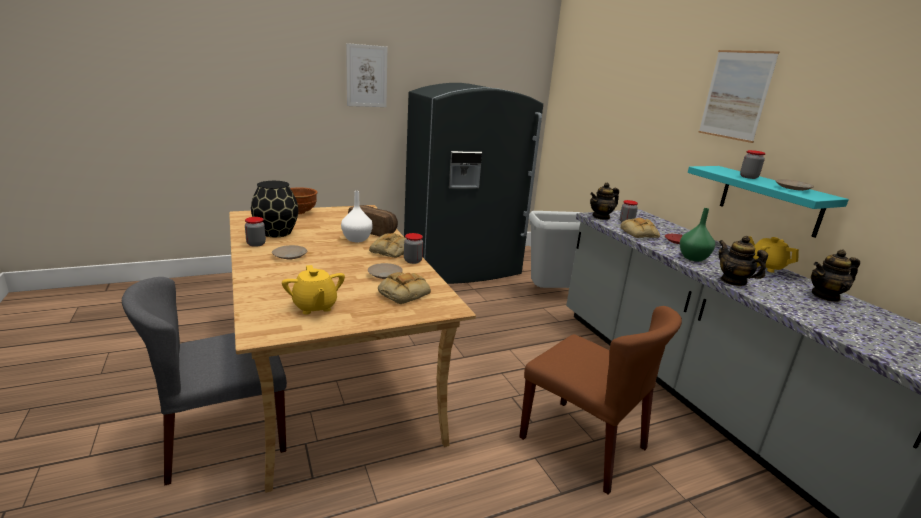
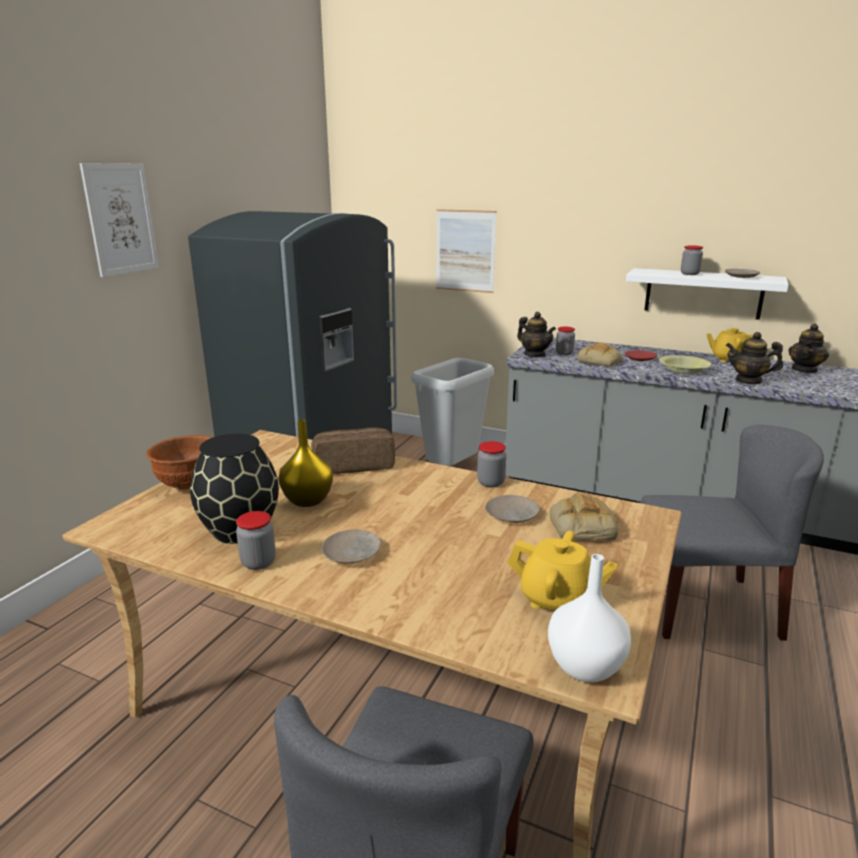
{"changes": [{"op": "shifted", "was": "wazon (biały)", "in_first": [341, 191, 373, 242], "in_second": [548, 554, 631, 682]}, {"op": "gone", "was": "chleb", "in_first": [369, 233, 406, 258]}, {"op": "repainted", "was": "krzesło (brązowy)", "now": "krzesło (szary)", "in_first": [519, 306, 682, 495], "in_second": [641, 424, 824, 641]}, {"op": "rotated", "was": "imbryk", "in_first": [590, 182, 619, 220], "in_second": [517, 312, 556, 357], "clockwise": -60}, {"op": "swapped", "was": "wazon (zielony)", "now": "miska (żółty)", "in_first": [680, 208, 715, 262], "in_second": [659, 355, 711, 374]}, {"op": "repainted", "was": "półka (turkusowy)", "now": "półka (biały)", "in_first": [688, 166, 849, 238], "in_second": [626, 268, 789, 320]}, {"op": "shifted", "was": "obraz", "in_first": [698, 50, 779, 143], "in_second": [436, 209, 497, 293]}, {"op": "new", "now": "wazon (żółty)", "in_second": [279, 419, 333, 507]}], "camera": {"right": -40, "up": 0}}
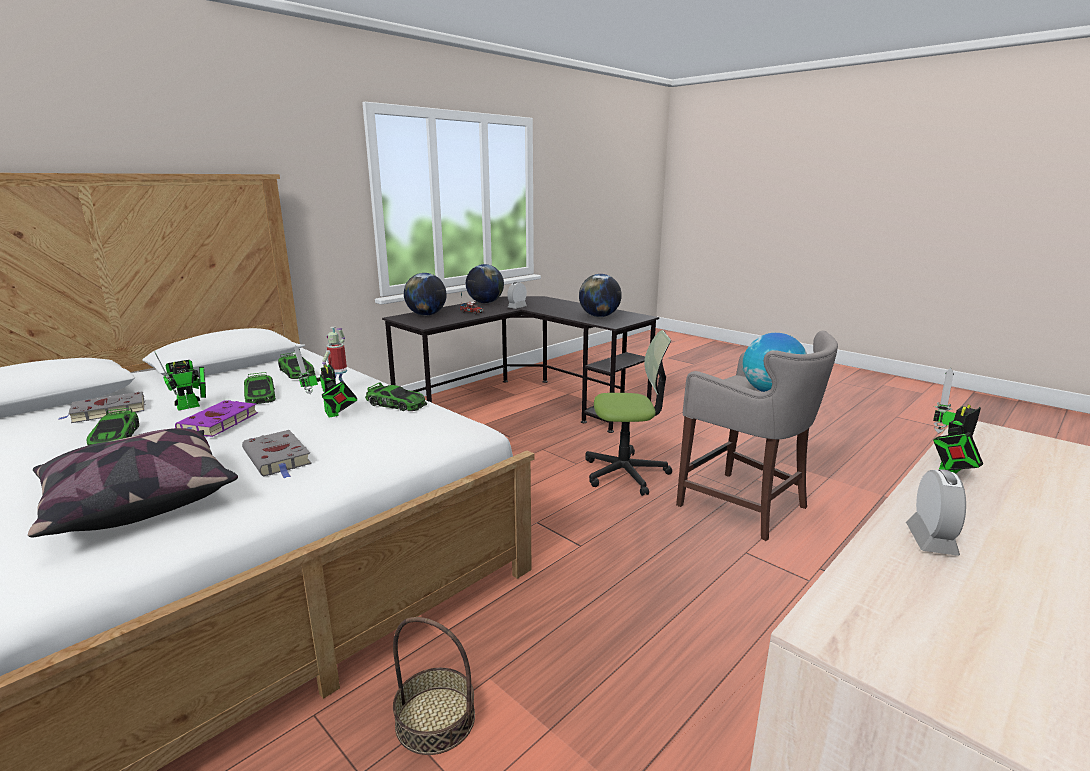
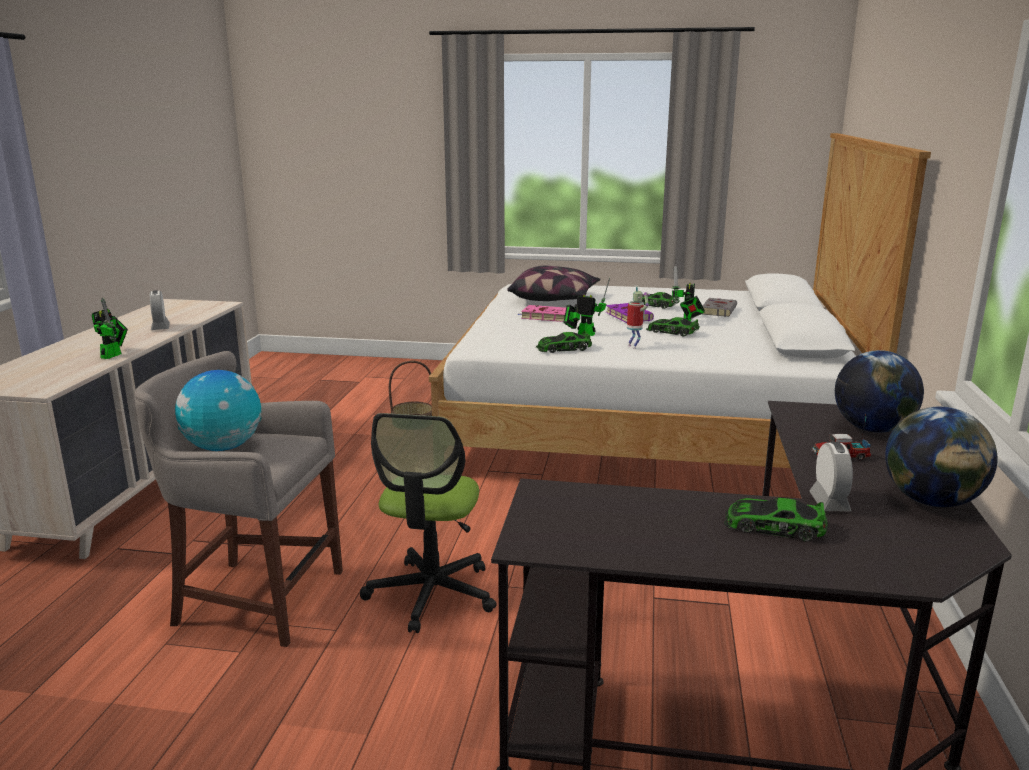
{"changes": [{"op": "repainted", "was": "książka (szary)", "now": "książka (różowy)", "in_first": [242, 430, 312, 479], "in_second": [518, 305, 566, 322]}, {"op": "shifted", "was": "samochodzik", "in_first": [278, 352, 316, 379], "in_second": [723, 498, 828, 542]}, {"op": "gone", "was": "globus", "in_first": [579, 274, 622, 317]}, {"op": "rotated", "was": "krzesło biurowe", "in_first": [585, 330, 672, 496], "in_second": [360, 413, 497, 633], "clockwise": -45}], "camera": {"right": 145, "up": 0}}
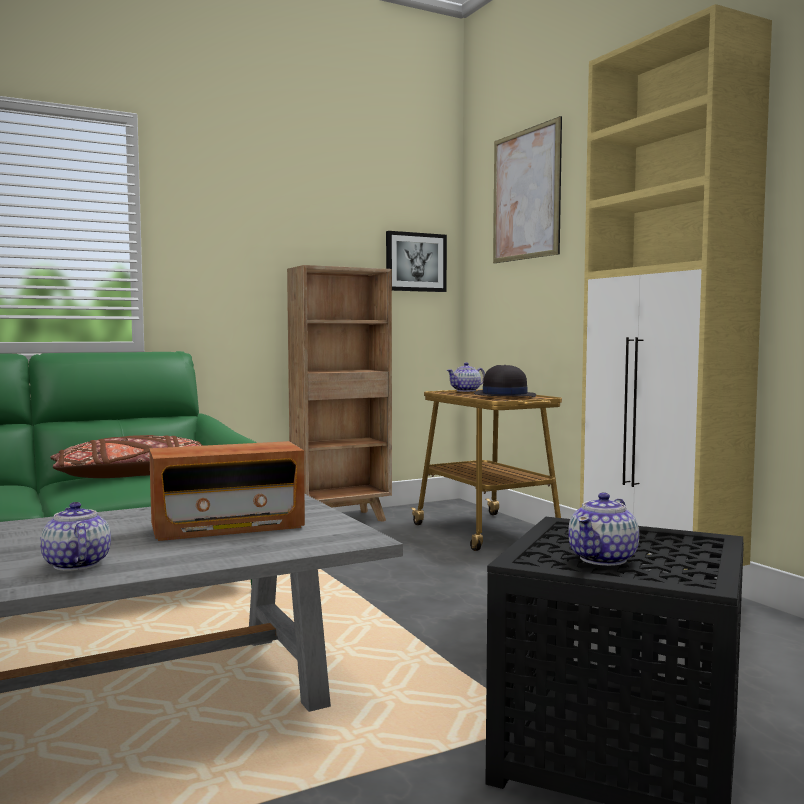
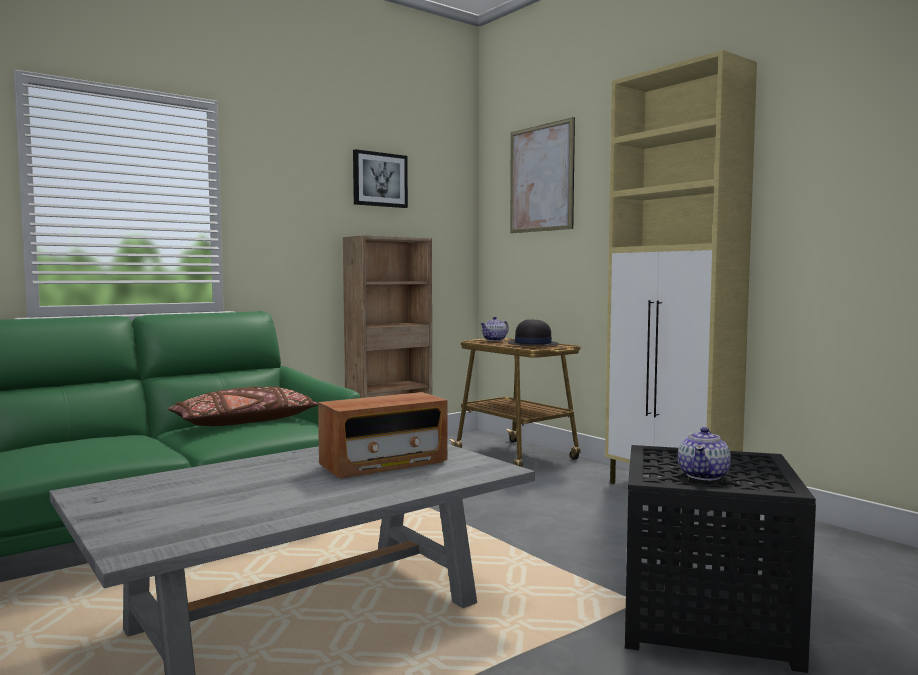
{"changes": [{"op": "gone", "was": "imbryk", "in_first": [40, 502, 111, 571]}, {"op": "shifted", "was": "obraz", "in_first": [386, 231, 447, 292], "in_second": [353, 149, 408, 208]}], "camera": {"right": -10, "up": 0}}
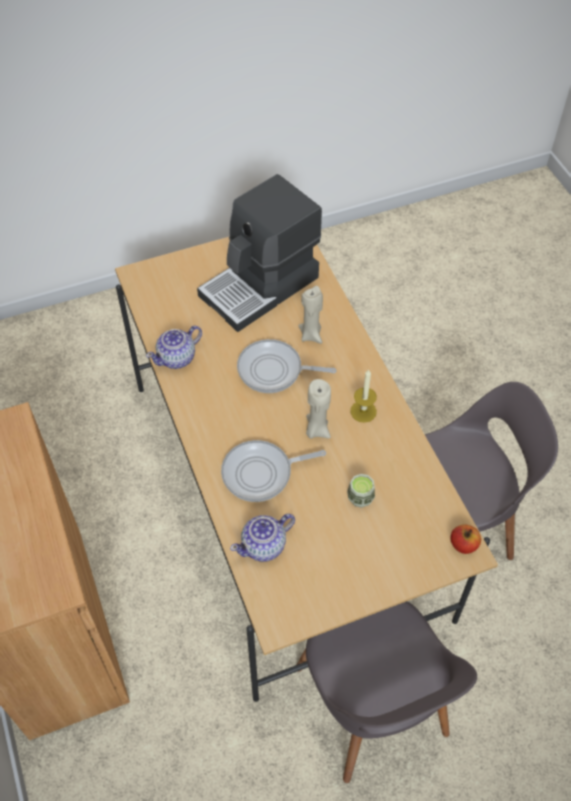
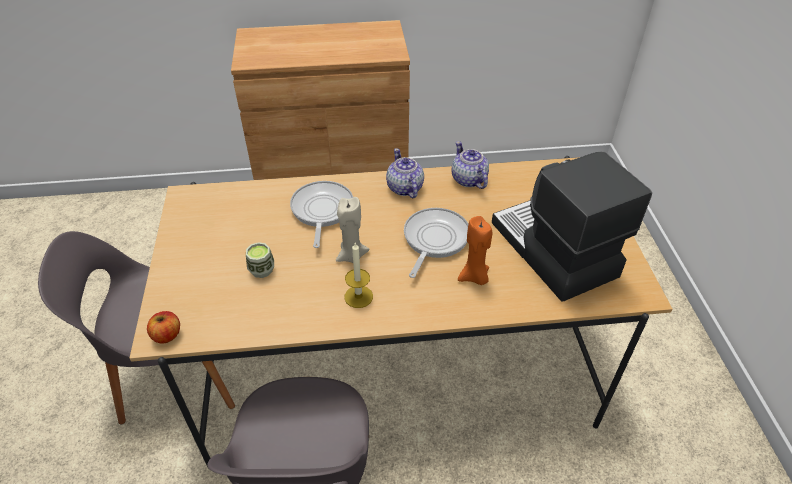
{"changes": [{"op": "shifted", "was": "imbryk", "in_first": [230, 514, 295, 562], "in_second": [386, 148, 424, 198]}, {"op": "repainted", "was": "świeca (beżowy)", "now": "świeca (pomarańczowy)", "in_first": [298, 286, 323, 344], "in_second": [458, 216, 492, 285]}], "camera": {"right": 105, "up": -10}}
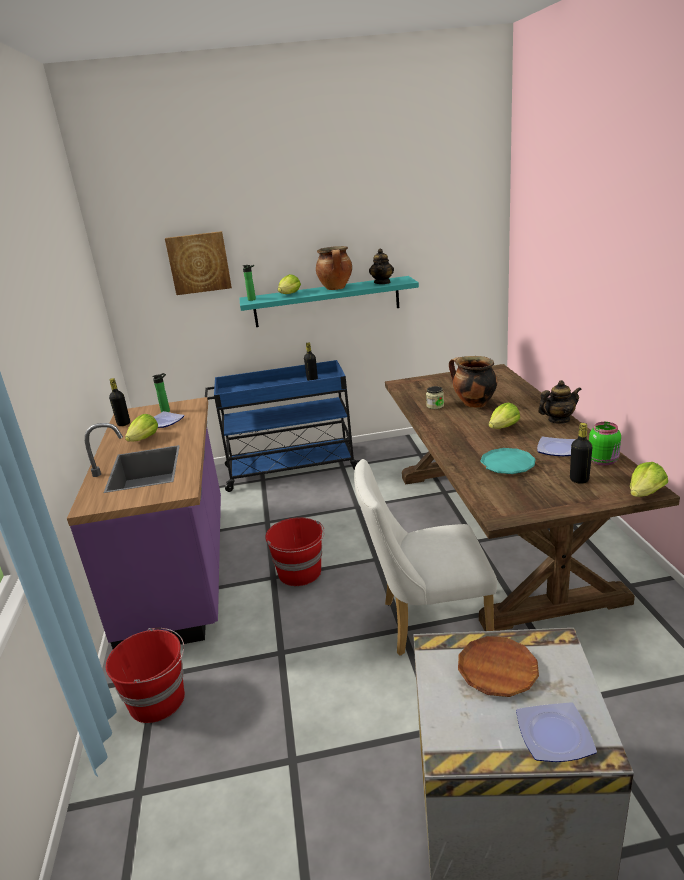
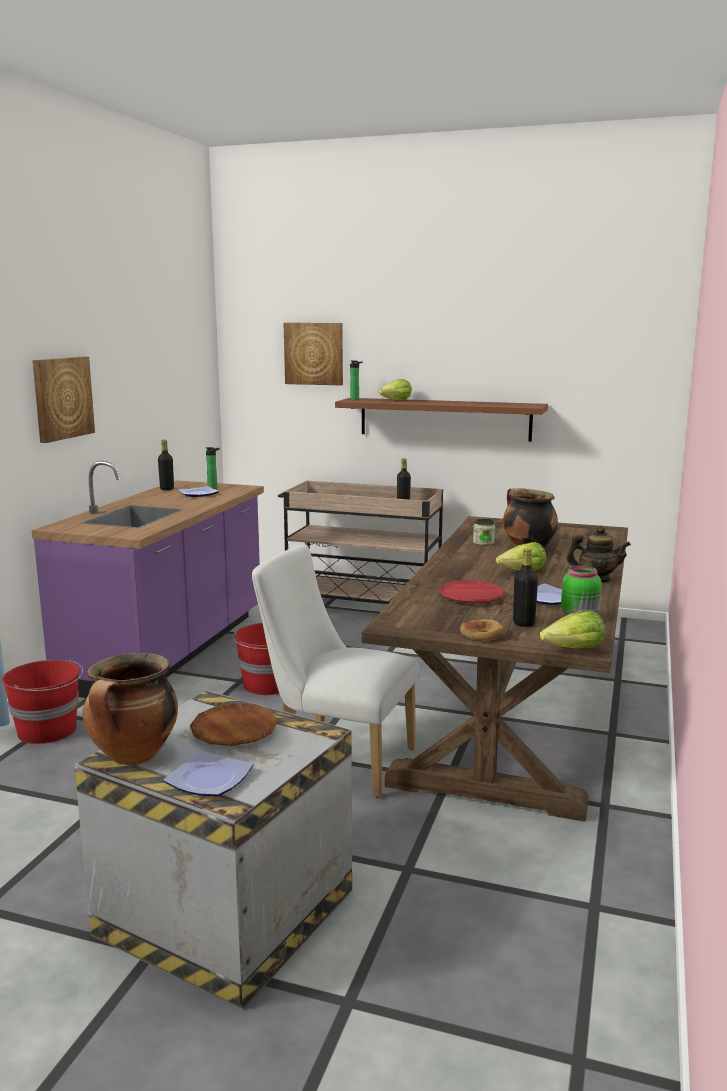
{"changes": [{"op": "gone", "was": "sałata", "in_first": [125, 414, 158, 442]}, {"op": "repainted", "was": "wózek (niebieski)", "now": "wózek (beżowy)", "in_first": [205, 360, 360, 492], "in_second": [278, 481, 443, 604]}, {"op": "repainted", "was": "półka (turkusowy)", "now": "półka (brązowy)", "in_first": [239, 276, 419, 327], "in_second": [335, 398, 548, 442]}, {"op": "shifted", "was": "garnek", "in_first": [316, 246, 352, 290], "in_second": [82, 653, 178, 765]}, {"op": "gone", "was": "imbryk", "in_first": [369, 249, 394, 284]}, {"op": "repainted", "was": "talerz (turkusowy)", "now": "talerz (czerwony)", "in_first": [480, 448, 536, 474], "in_second": [438, 580, 505, 603]}, {"op": "new", "now": "obraz", "in_second": [32, 356, 95, 443]}, {"op": "new", "now": "chleb", "in_second": [460, 619, 507, 641]}], "camera": {"right": 25, "up": -10}}
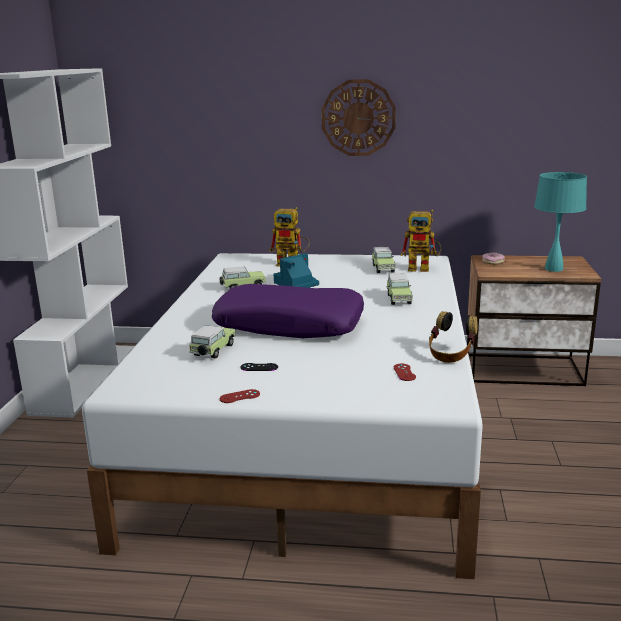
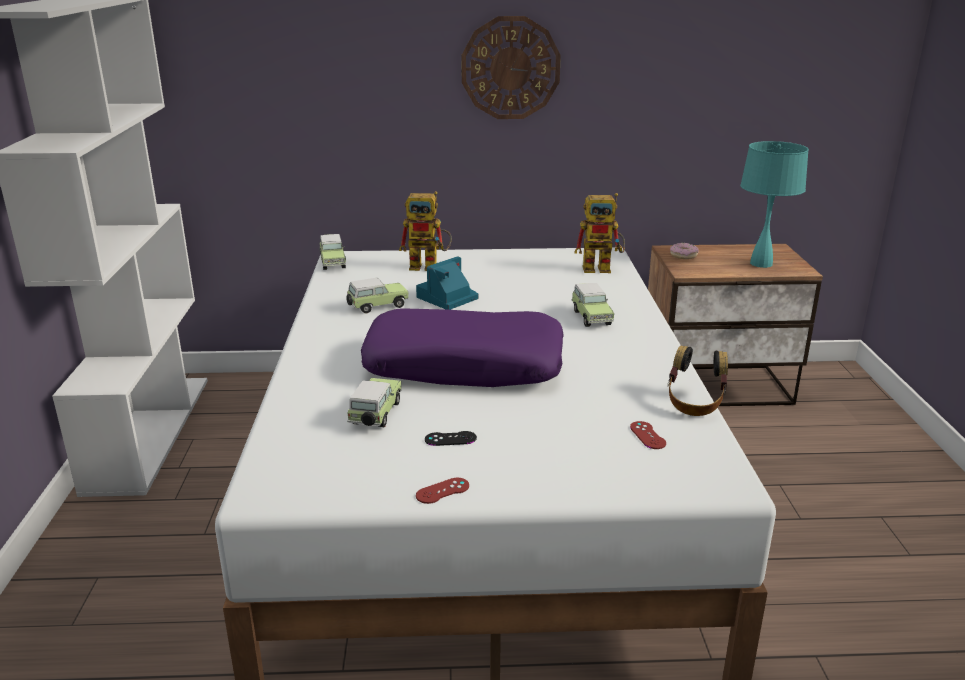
{"changes": [{"op": "shifted", "was": "samochodzik", "in_first": [372, 247, 396, 273], "in_second": [319, 234, 346, 270]}], "camera": {"right": -10, "up": 5}}
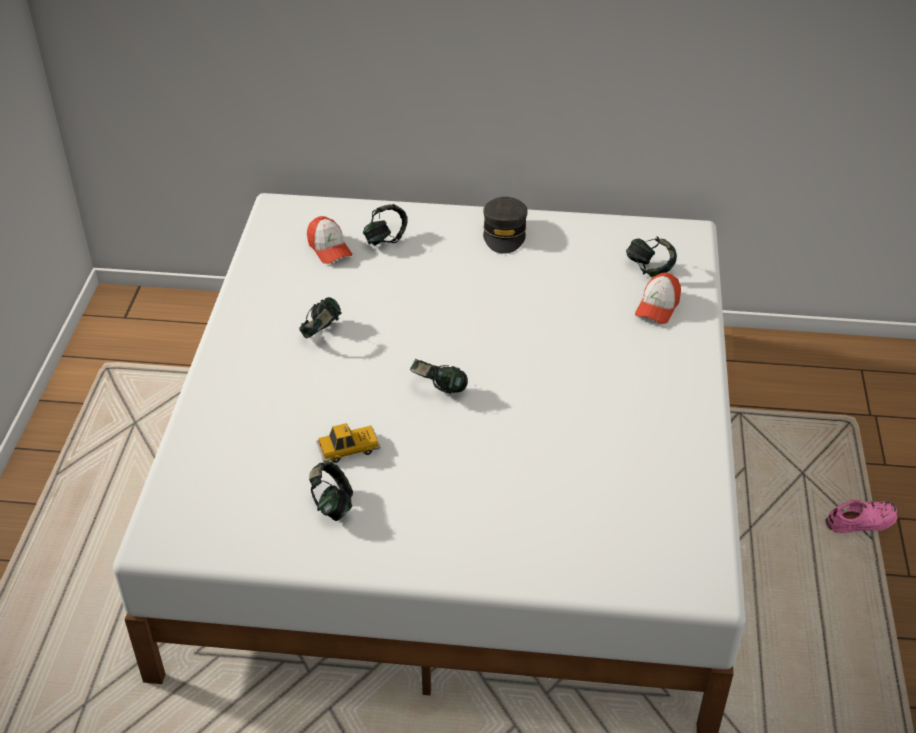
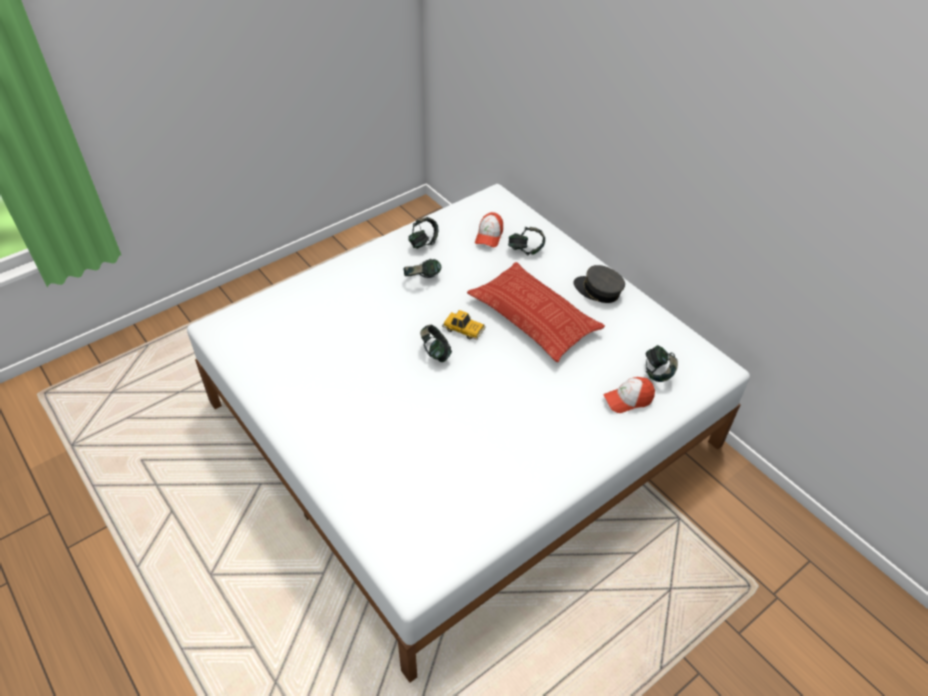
{"changes": [{"op": "shifted", "was": "słuchawki", "in_first": [309, 462, 353, 521], "in_second": [408, 217, 439, 249]}, {"op": "shifted", "was": "samochodzik", "in_first": [316, 423, 380, 463], "in_second": [442, 310, 486, 340]}, {"op": "rotated", "was": "czapka z daszkiem (szary)", "in_first": [483, 197, 528, 254], "in_second": [573, 265, 625, 303], "clockwise": 75}, {"op": "gone", "was": "but (różowy)", "in_first": [825, 499, 897, 533]}, {"op": "new", "now": "poduszka", "in_second": [467, 262, 605, 362]}], "camera": {"right": 45, "up": 5}}
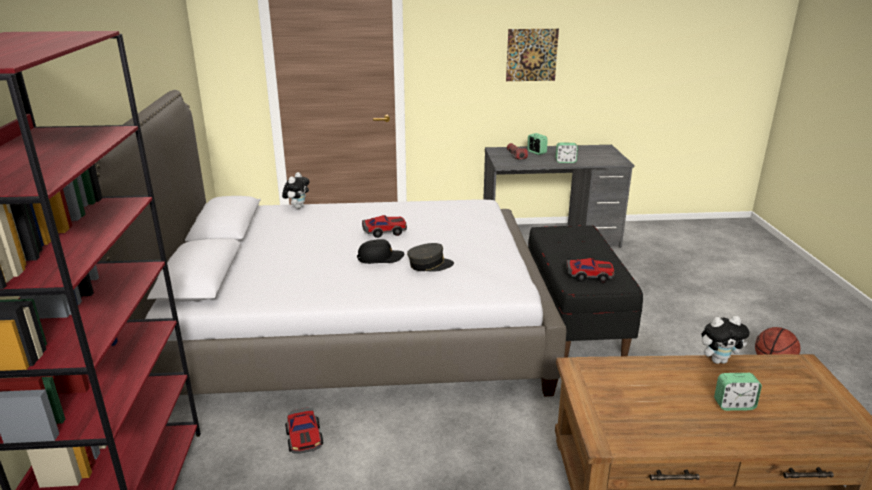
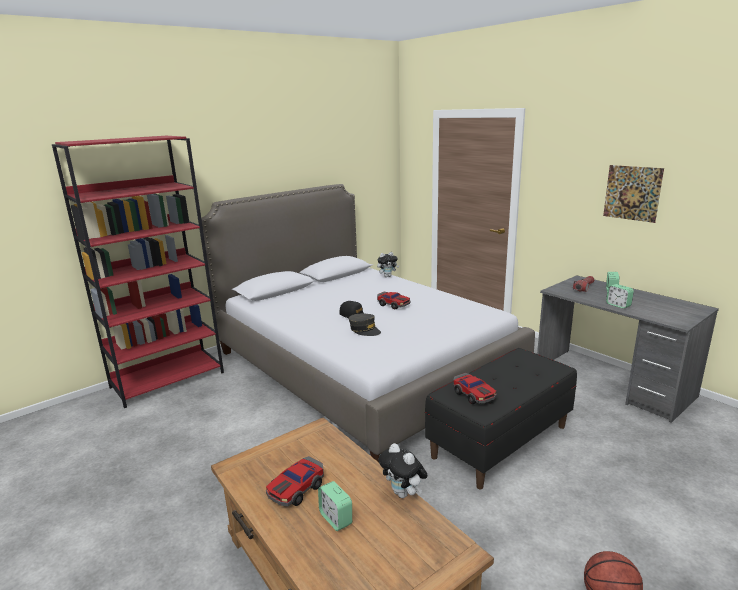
{"changes": [{"op": "shifted", "was": "samochodzik", "in_first": [285, 407, 323, 454], "in_second": [266, 456, 324, 506]}], "camera": {"right": 55, "up": -5}}
